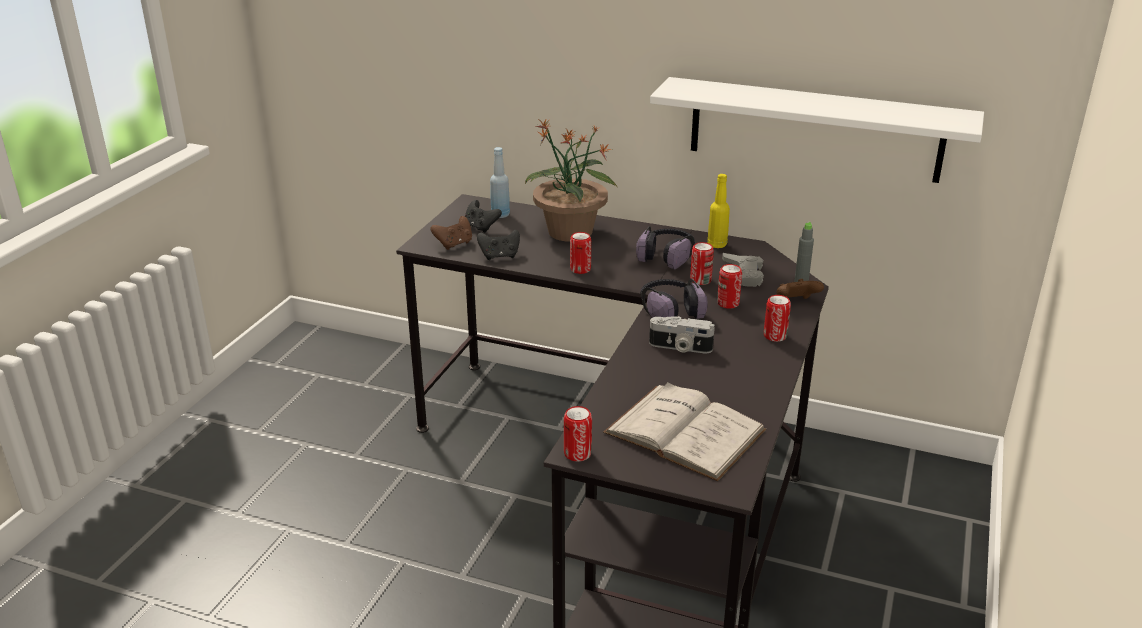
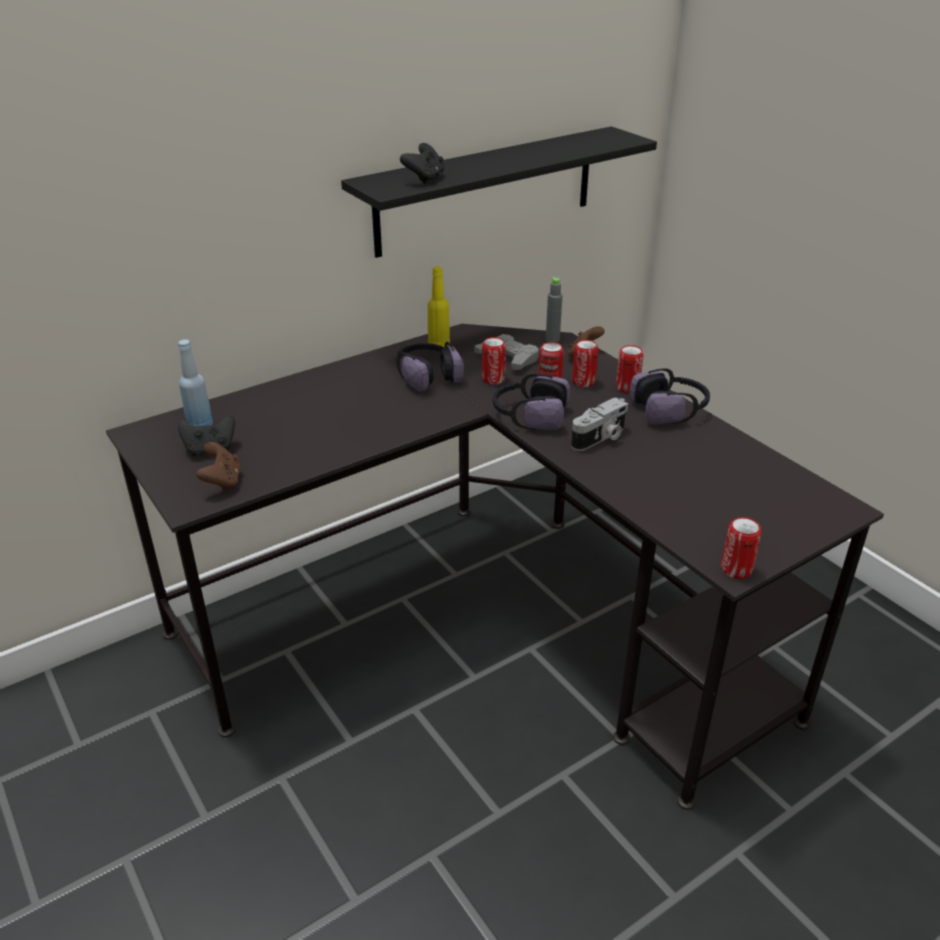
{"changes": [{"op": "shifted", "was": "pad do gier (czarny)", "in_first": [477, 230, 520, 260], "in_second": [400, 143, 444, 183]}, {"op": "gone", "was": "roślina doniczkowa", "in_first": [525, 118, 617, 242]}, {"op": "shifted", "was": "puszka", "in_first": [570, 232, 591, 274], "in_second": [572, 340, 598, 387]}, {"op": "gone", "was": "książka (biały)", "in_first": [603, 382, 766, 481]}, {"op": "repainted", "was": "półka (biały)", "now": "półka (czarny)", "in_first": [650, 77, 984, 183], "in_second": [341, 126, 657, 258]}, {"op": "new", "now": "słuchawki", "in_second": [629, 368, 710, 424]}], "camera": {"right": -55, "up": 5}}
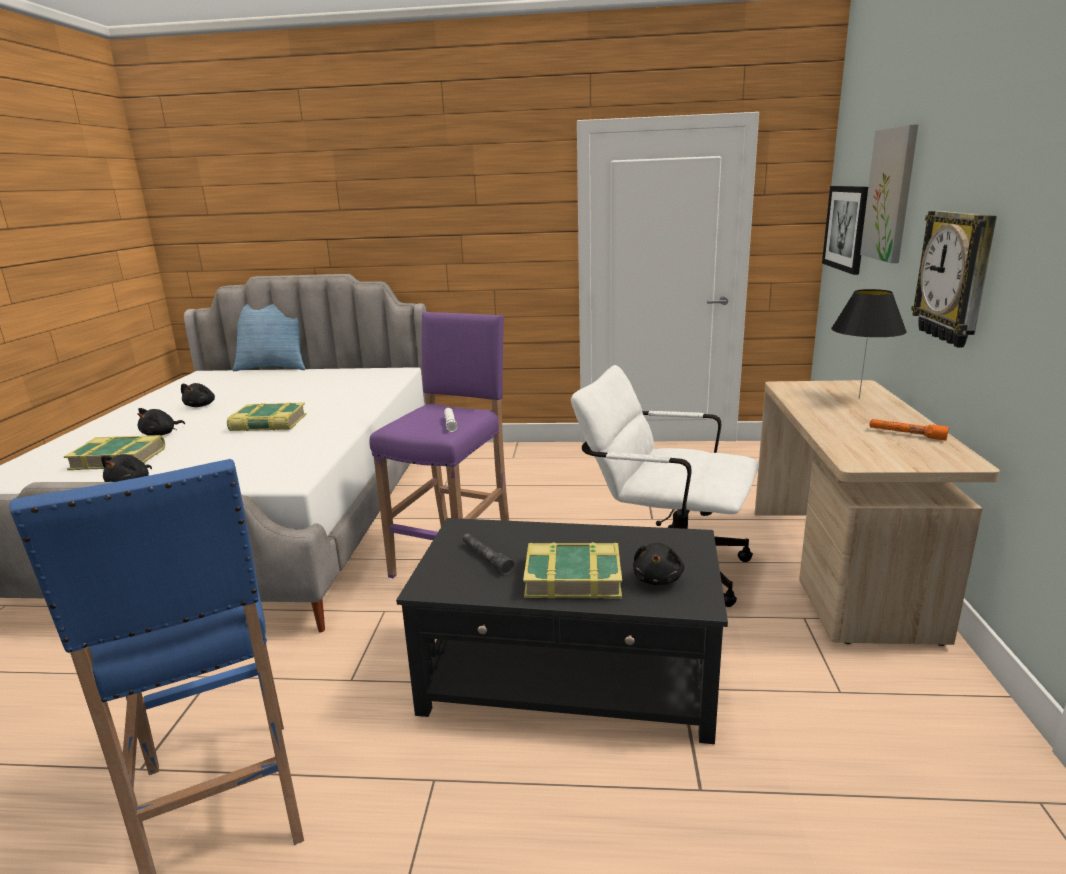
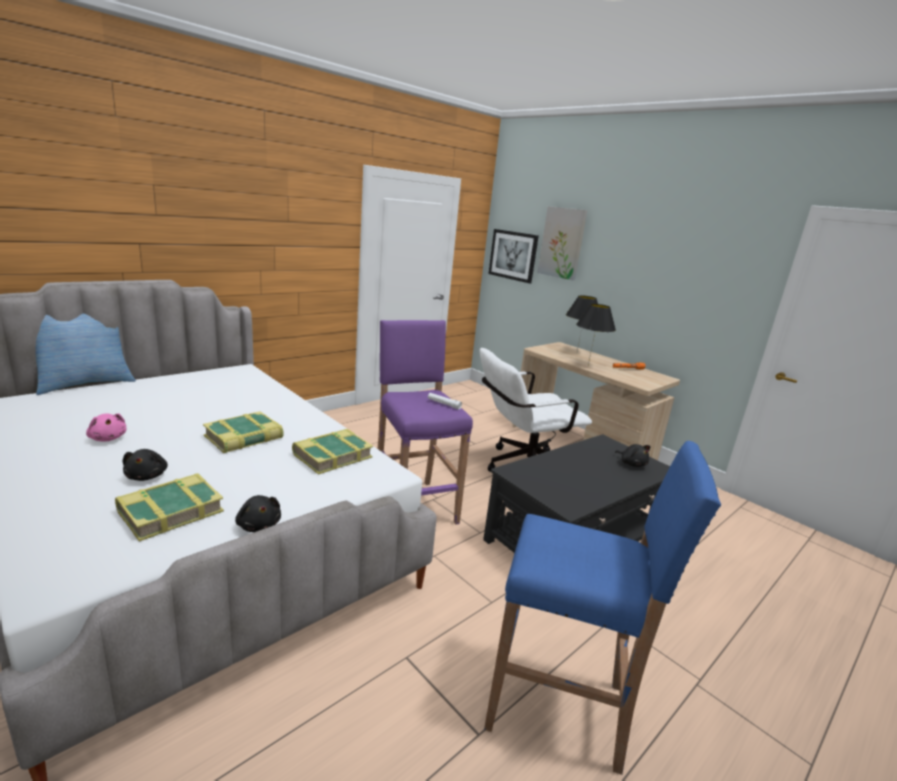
{"changes": [{"op": "repainted", "was": "pluszak (czarny)", "now": "pluszak (różowy)", "in_first": [181, 383, 215, 407], "in_second": [86, 413, 126, 441]}, {"op": "gone", "was": "latarka (szary)", "in_first": [463, 534, 515, 575]}, {"op": "shifted", "was": "książka", "in_first": [523, 542, 622, 598], "in_second": [292, 429, 373, 475]}, {"op": "gone", "was": "zegar ścienny", "in_first": [911, 211, 997, 347]}, {"op": "new", "now": "lampa stołowa (czarny)", "in_second": [576, 304, 616, 365]}], "camera": {"right": -50, "up": 0}}
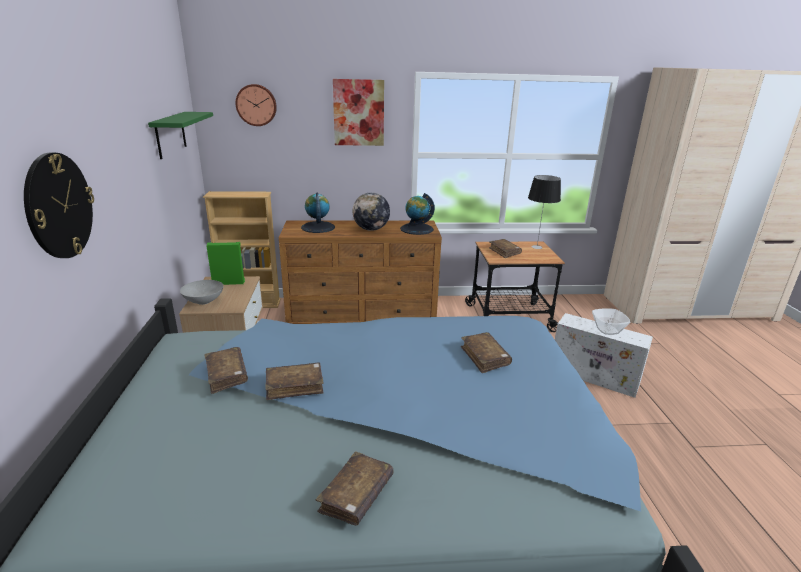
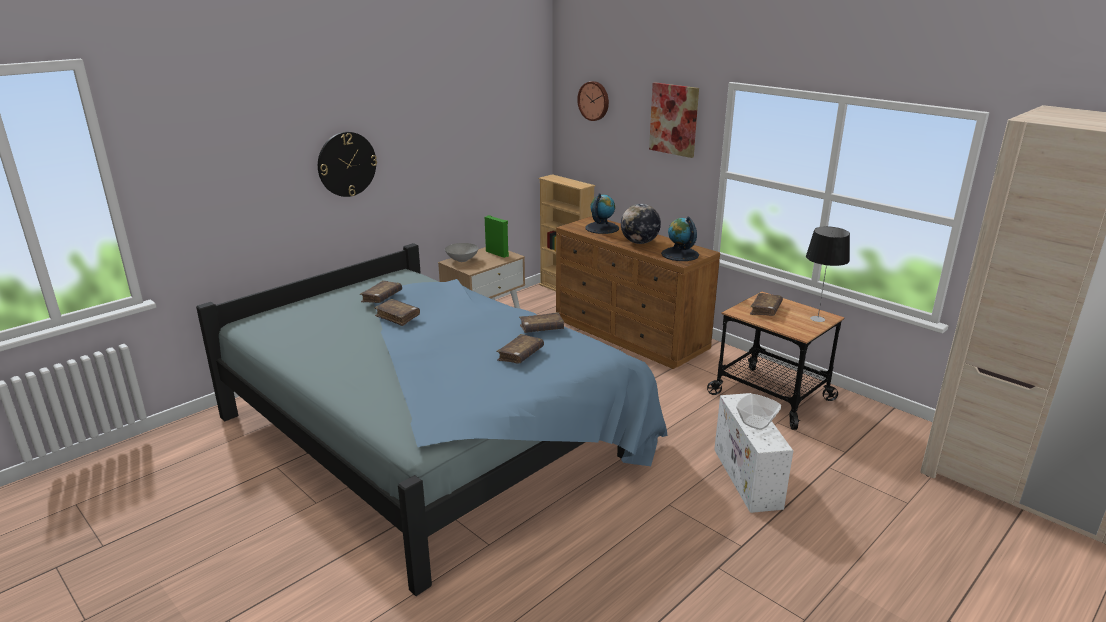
{"changes": [{"op": "gone", "was": "półka (zielony)", "in_first": [148, 112, 213, 159]}, {"op": "shifted", "was": "książka (brązowy)", "in_first": [316, 452, 394, 525], "in_second": [519, 312, 564, 333]}], "camera": {"right": 50, "up": 0}}
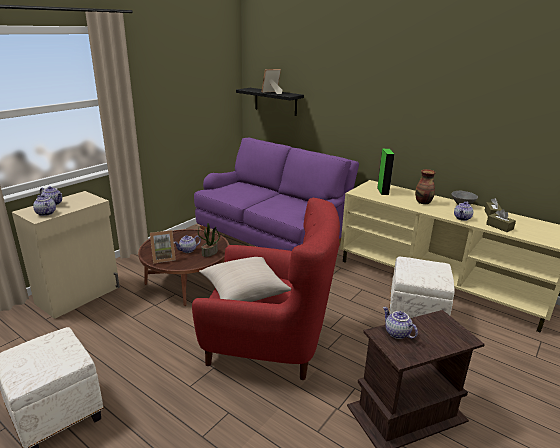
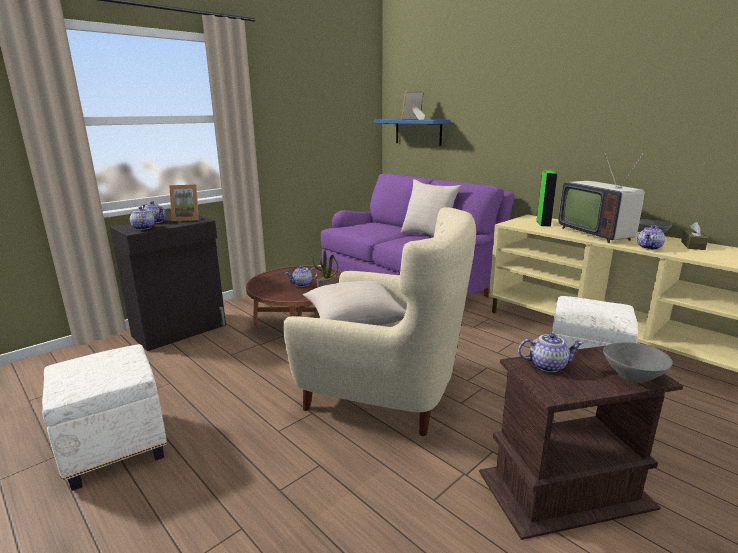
{"changes": [{"op": "repainted", "was": "szafka (beżowy)", "now": "szafka (czarny)", "in_first": [12, 191, 120, 319], "in_second": [110, 215, 226, 351]}, {"op": "shifted", "was": "ramka na zdjęcie", "in_first": [150, 230, 176, 263], "in_second": [169, 185, 199, 221]}, {"op": "repainted", "was": "fotel (czerwony)", "now": "fotel (beżowy)", "in_first": [192, 198, 340, 380], "in_second": [283, 207, 476, 436]}, {"op": "repainted", "was": "półka (czarny)", "now": "półka (niebieski)", "in_first": [236, 88, 304, 116], "in_second": [374, 119, 450, 146]}, {"op": "rotated", "was": "imbryk", "in_first": [383, 307, 418, 339], "in_second": [518, 333, 583, 372], "clockwise": 120}, {"op": "swapped", "was": "wazon", "now": "telewizor", "in_first": [415, 169, 436, 204], "in_second": [558, 151, 645, 243]}, {"op": "gone", "was": "pudełko chusteczek (brązowy)", "in_first": [486, 209, 516, 232]}, {"op": "new", "now": "poduszka (beżowy)", "in_second": [401, 179, 461, 236]}, {"op": "new", "now": "miska (szary)", "in_second": [603, 342, 673, 383]}], "camera": {"right": 10, "up": -5}}
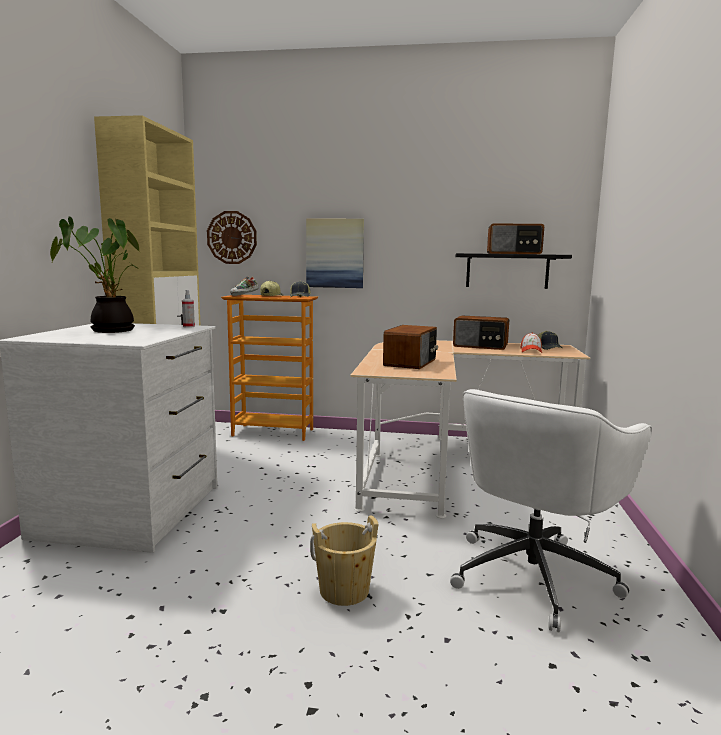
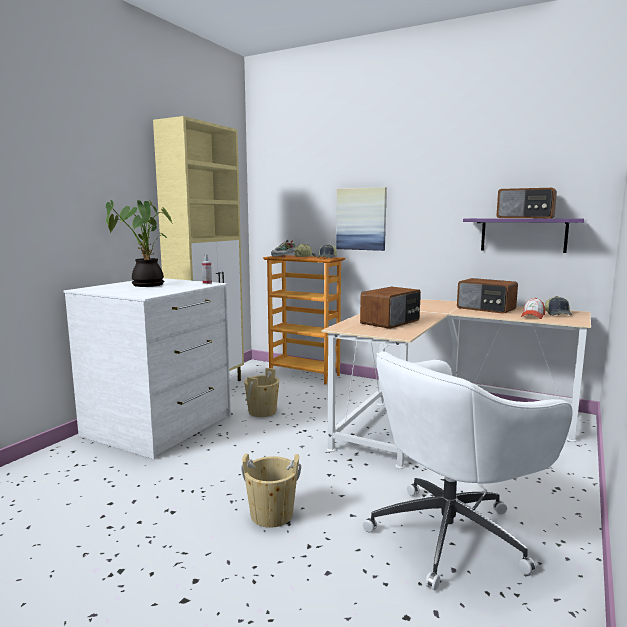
{"changes": [{"op": "gone", "was": "zegar ścienny", "in_first": [207, 211, 257, 264]}, {"op": "repainted", "was": "półka (czarny)", "now": "półka (fioletowy)", "in_first": [455, 253, 572, 289], "in_second": [463, 218, 584, 253]}, {"op": "new", "now": "wiadro (beżowy)", "in_second": [244, 368, 279, 417]}], "camera": {"right": 20, "up": 0}}
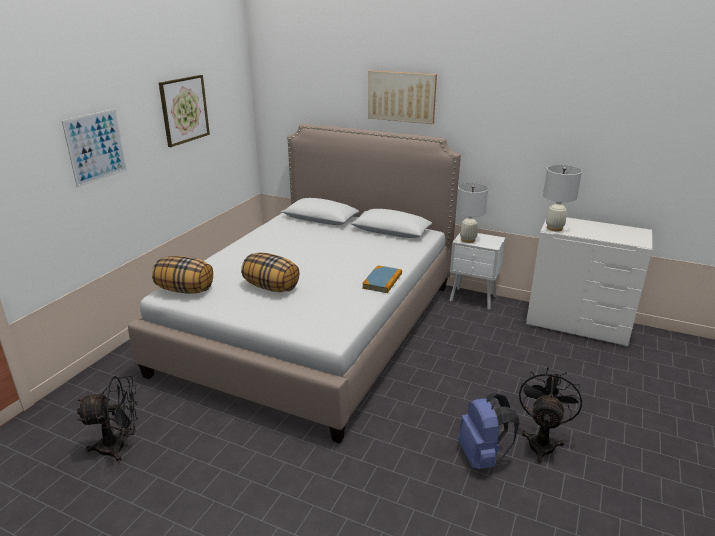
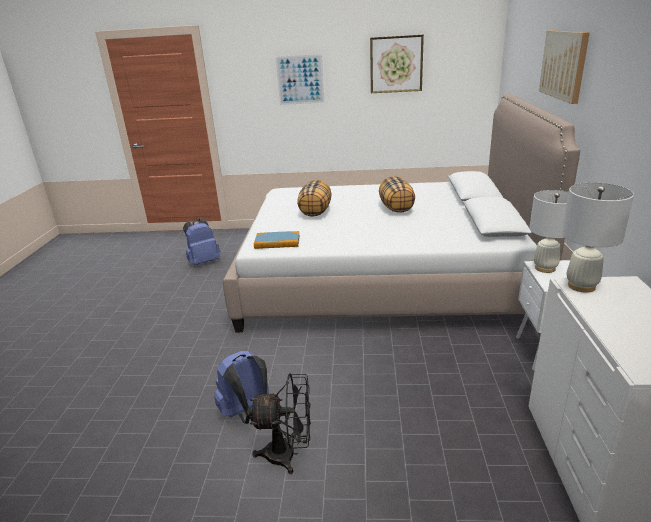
{"changes": [{"op": "swapped", "was": "wentylator (czarny)", "now": "plecak (niebieski)", "in_first": [77, 376, 138, 462], "in_second": [183, 219, 221, 265]}, {"op": "shifted", "was": "poduszka", "in_first": [152, 256, 213, 294], "in_second": [379, 176, 415, 212]}, {"op": "shifted", "was": "książka", "in_first": [362, 265, 402, 293], "in_second": [254, 231, 300, 249]}], "camera": {"right": 70, "up": 0}}
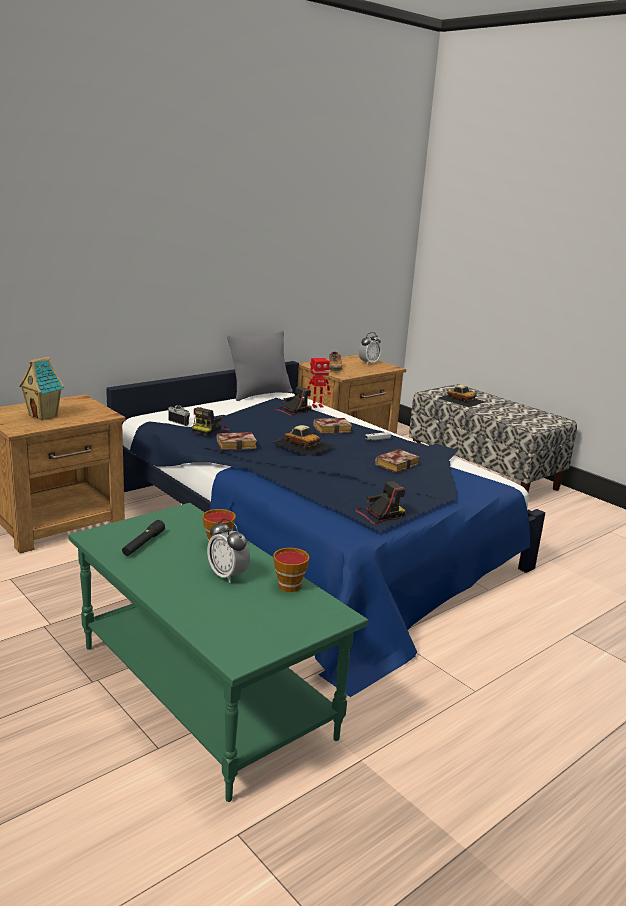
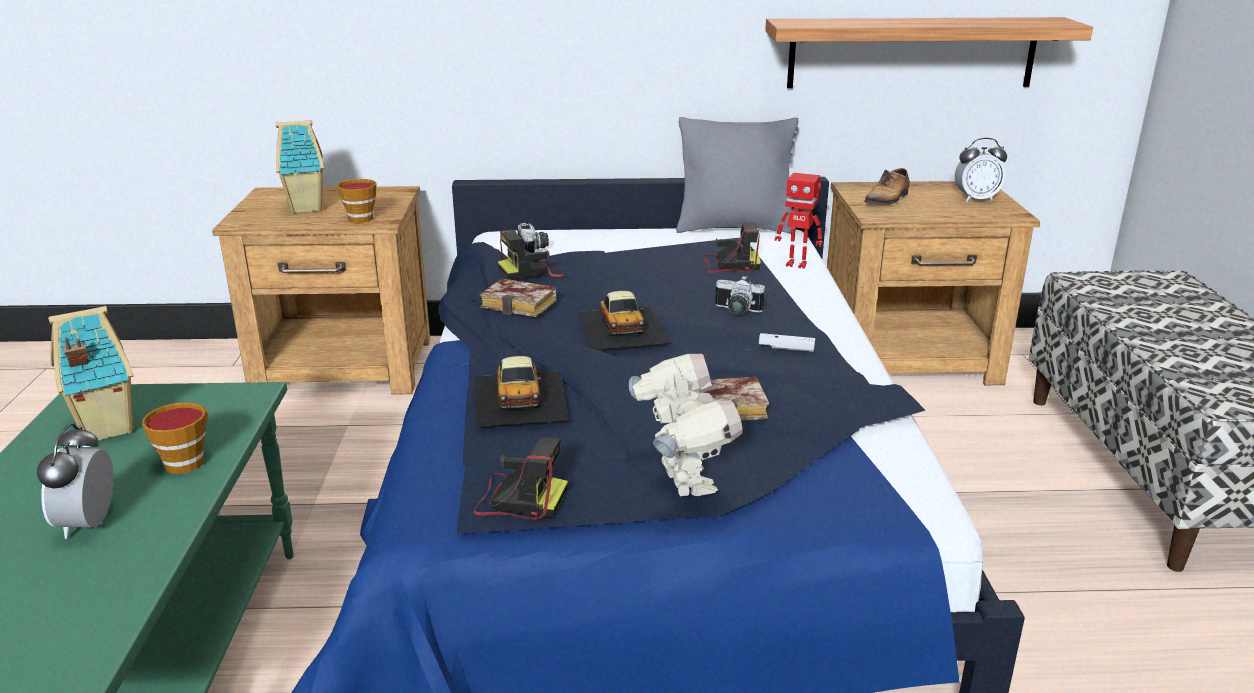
{"changes": [{"op": "swapped", "was": "latarka (czarny)", "now": "domek", "in_first": [122, 520, 165, 556], "in_second": [48, 306, 134, 440]}, {"op": "shifted", "was": "filiżanka", "in_first": [273, 548, 309, 592], "in_second": [337, 179, 377, 223]}, {"op": "swapped", "was": "książka", "now": "aparat fotograficzny", "in_first": [313, 418, 352, 434], "in_second": [715, 276, 765, 315]}, {"op": "shifted", "was": "samochodzik", "in_first": [438, 385, 485, 407], "in_second": [475, 356, 569, 427]}, {"op": "new", "now": "robot zabawkowy", "in_second": [629, 354, 743, 496]}, {"op": "new", "now": "półka", "in_second": [765, 17, 1093, 88]}], "camera": {"right": 40, "up": 5}}
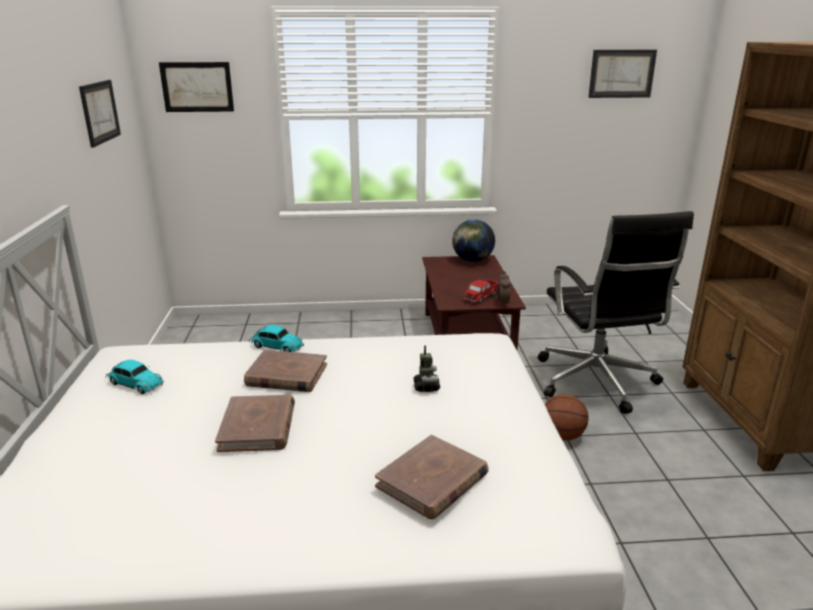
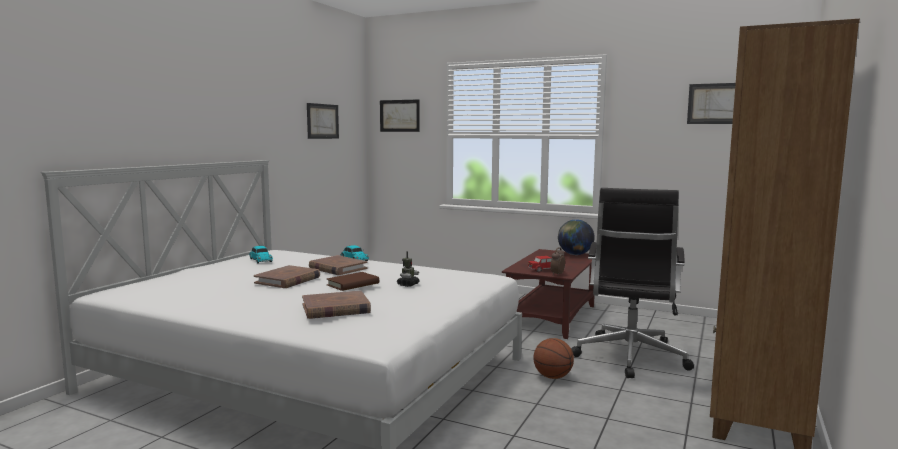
{"changes": [{"op": "new", "now": "książka (brązowy)", "in_second": [327, 272, 379, 291]}], "camera": {"right": 30, "up": -15}}
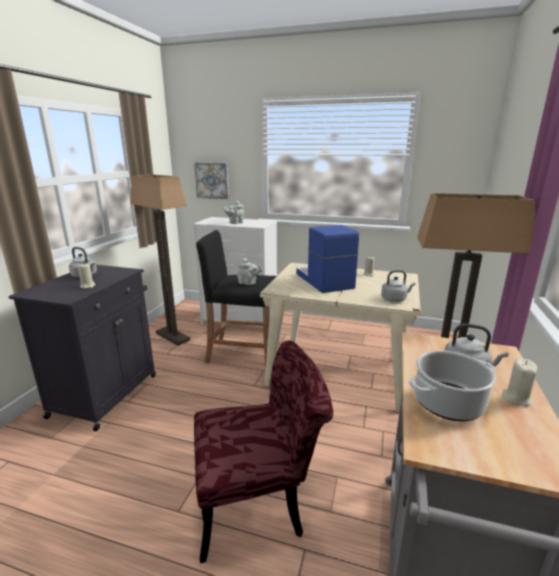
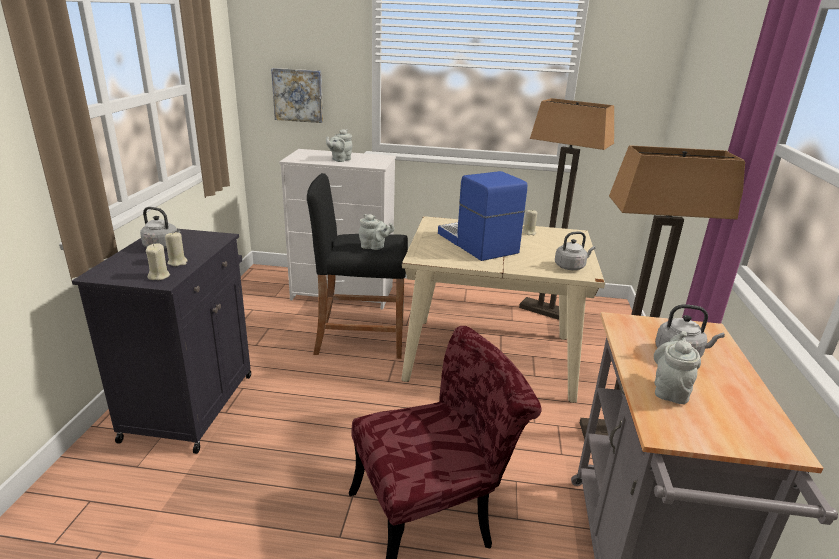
{"changes": [{"op": "shifted", "was": "lampa stojąca", "in_first": [130, 174, 190, 346], "in_second": [519, 98, 614, 320]}, {"op": "swapped", "was": "garnek", "now": "imbryk (szary)", "in_first": [409, 351, 496, 421], "in_second": [654, 331, 701, 404]}, {"op": "shifted", "was": "świeca (beżowy)", "in_first": [503, 359, 538, 407], "in_second": [146, 244, 170, 280]}], "camera": {"right": -10, "up": 5}}
